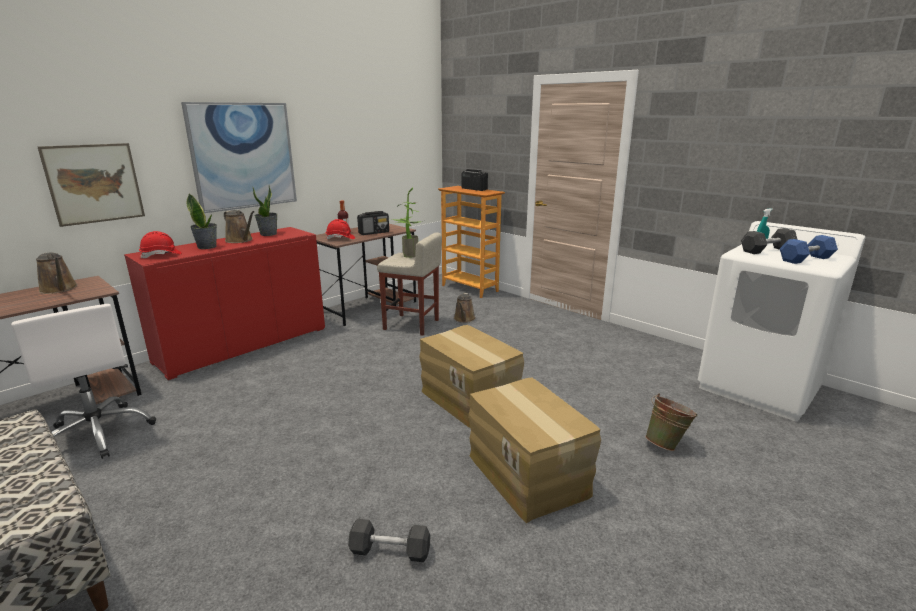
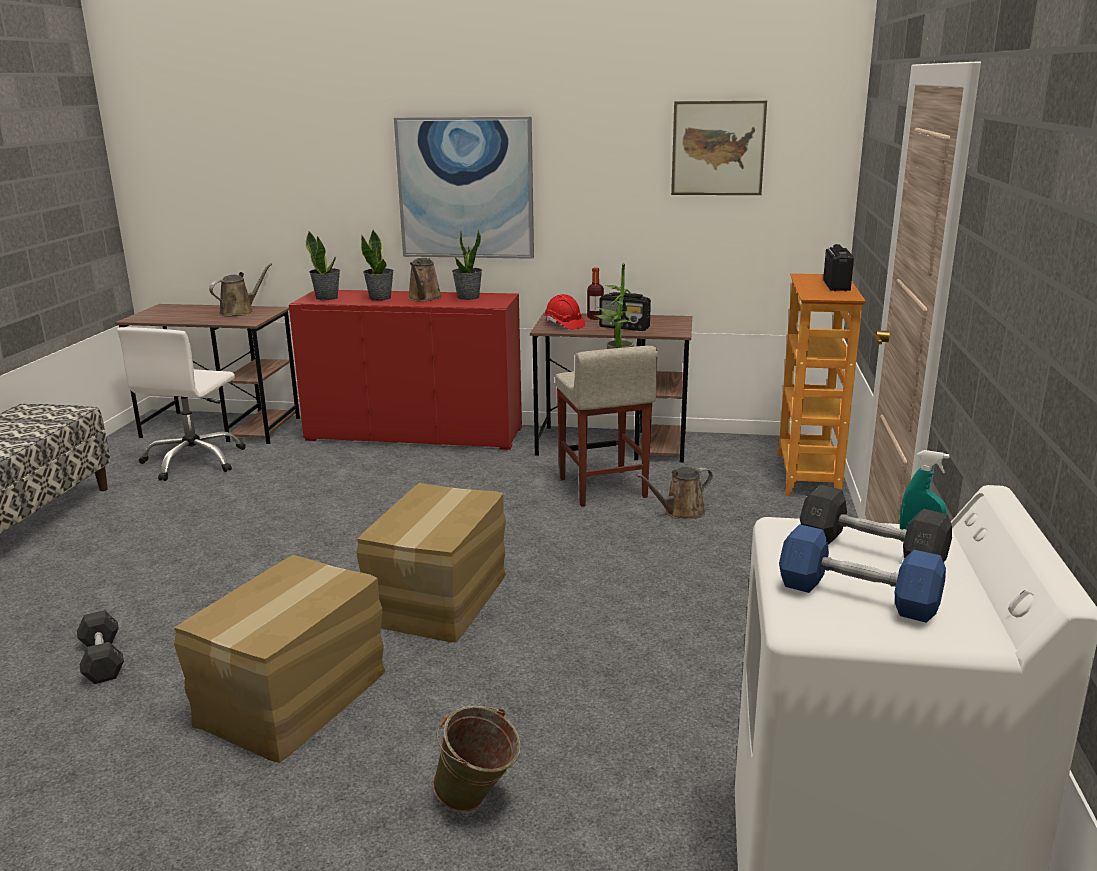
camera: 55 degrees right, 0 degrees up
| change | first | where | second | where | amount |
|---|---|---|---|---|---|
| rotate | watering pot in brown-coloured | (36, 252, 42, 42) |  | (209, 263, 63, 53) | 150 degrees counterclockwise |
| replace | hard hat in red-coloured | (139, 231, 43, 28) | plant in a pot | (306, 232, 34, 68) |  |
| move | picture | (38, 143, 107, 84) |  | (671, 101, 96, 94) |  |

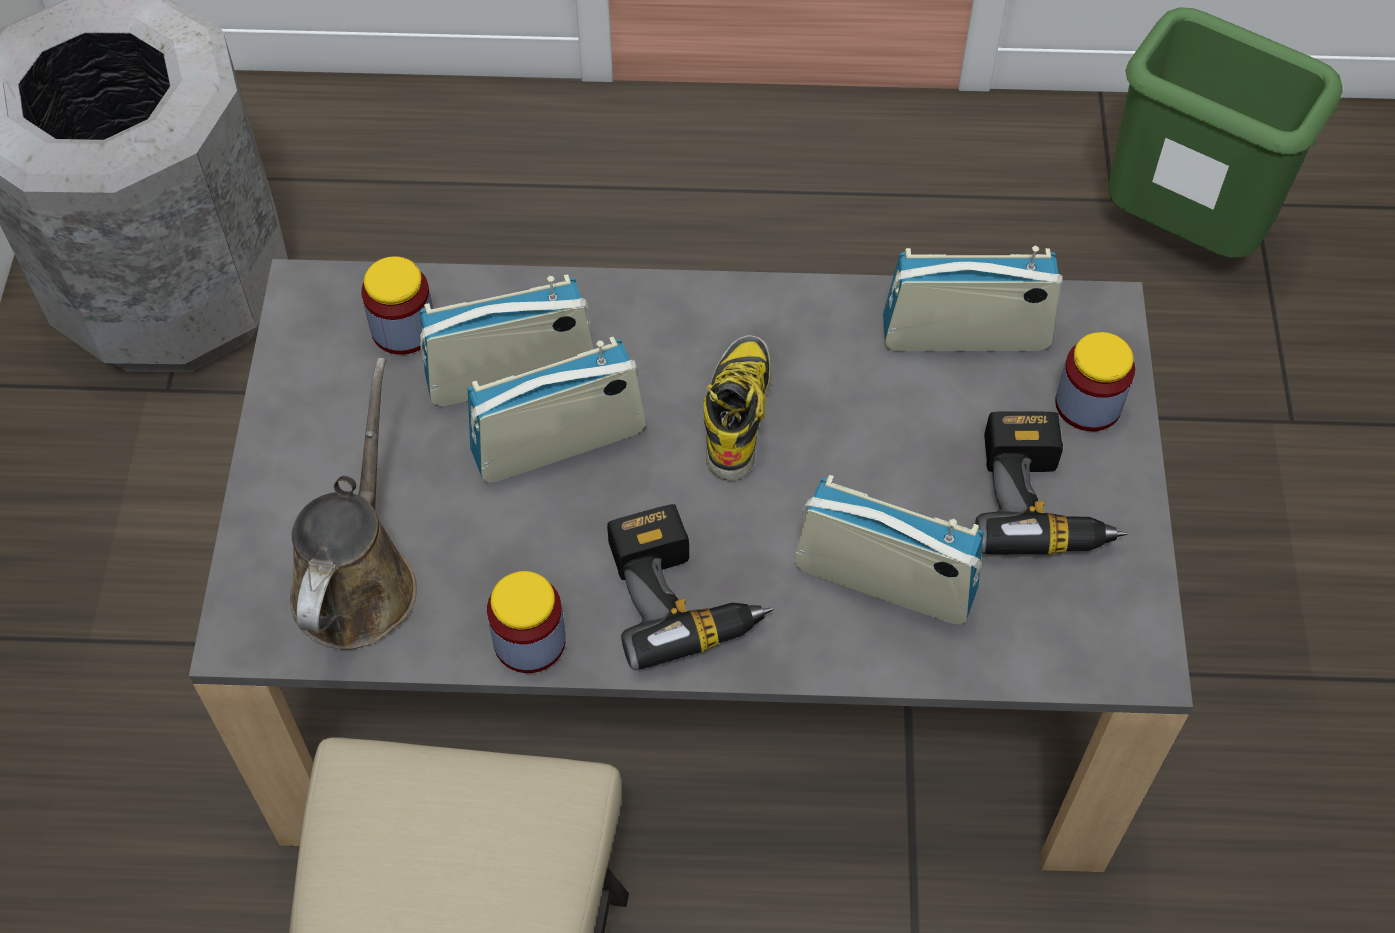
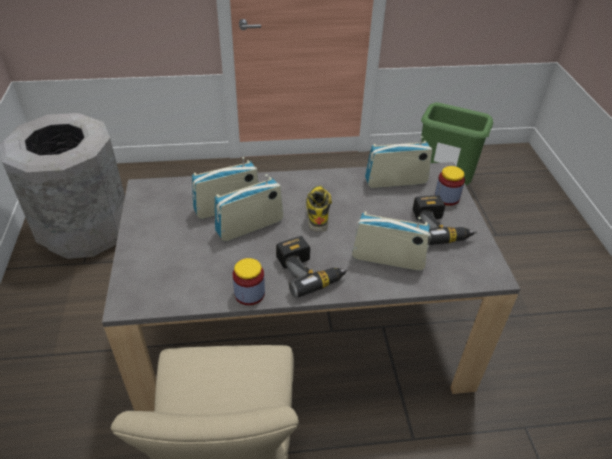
camera: 10 degrees left, 15 degrees down
| change | first | where | second | where | amount |
|---|---|---|---|---|---|
| delete | watering pot in brown-coloured | (290, 358, 127, 292) |  |  |  |
| delete | storage jar | (361, 256, 72, 99) |  |  |  |

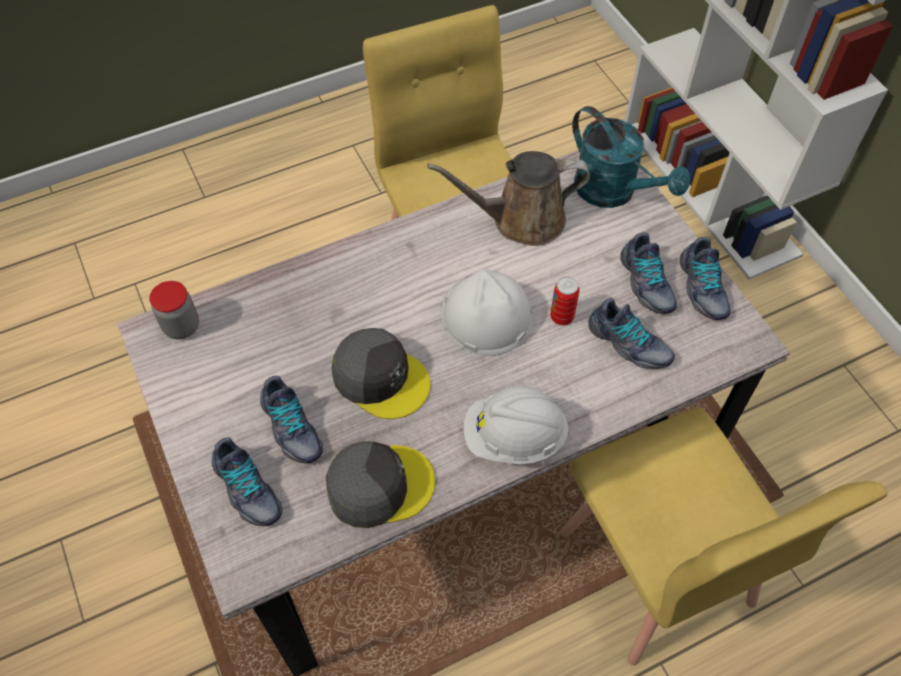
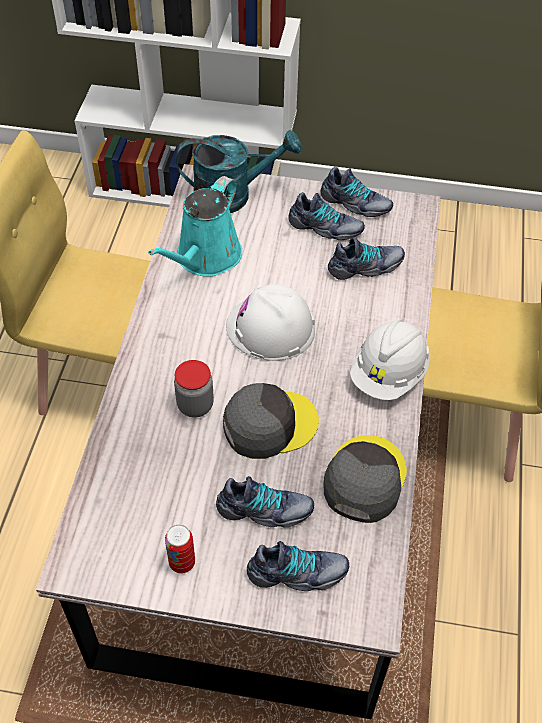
camera: 55 degrees left, 5 degrees down
| change | first | where | second | where | amount |
|---|---|---|---|---|---|
| recolor | watering pot in brown-coloured | (427, 151, 163, 95) | watering pot in turquoise | (148, 176, 94, 101) |  |
| move | can | (550, 276, 30, 49) |  | (165, 524, 30, 49) |  |
| move | storage jar | (149, 281, 50, 58) |  | (174, 360, 40, 57) |  |

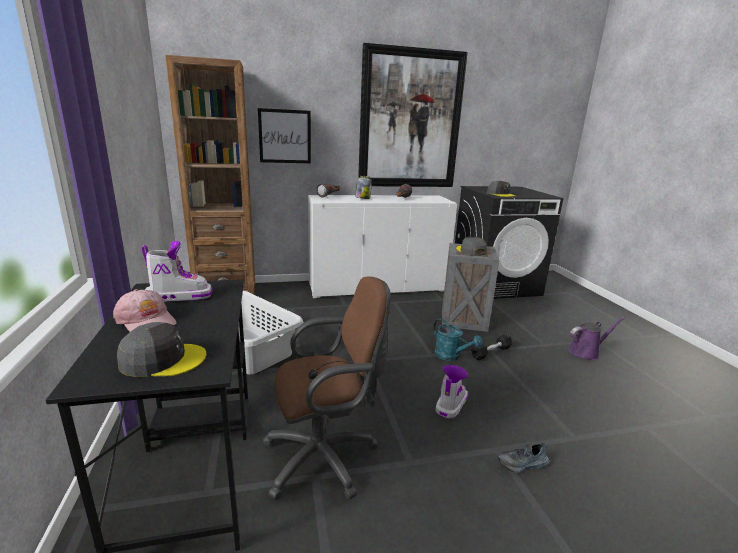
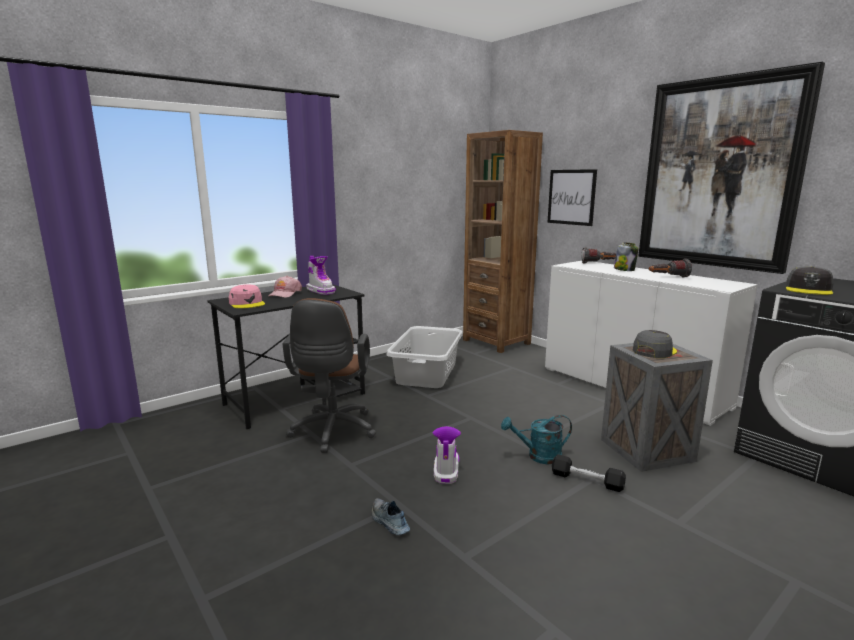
camera: 65 degrees right, 5 degrees down
| change | first | where | second | where | amount |
|---|---|---|---|---|---|
| recolor | baseball cap in greyish | (117, 322, 90, 55) | baseball cap in pink | (229, 284, 36, 24) |  |
| rotate | desk chair in brown-coloured | (262, 276, 129, 224) |  | (283, 298, 93, 155) | 45 degrees clockwise |
| rotate | tall boot | (435, 365, 33, 53) |  | (433, 426, 28, 58) | 90 degrees counterclockwise |
| rotate | watering pot in turquoise | (433, 318, 50, 43) |  | (501, 415, 71, 49) | 60 degrees clockwise |
| delete | watering pot in purplish | (568, 317, 57, 43) |  |  |  |

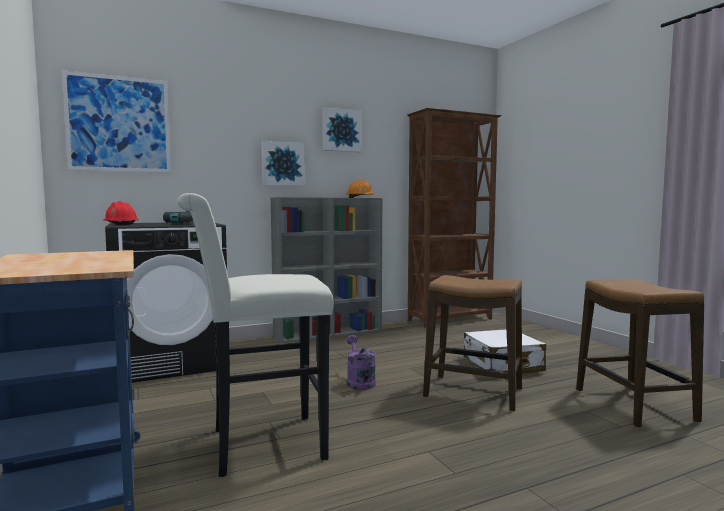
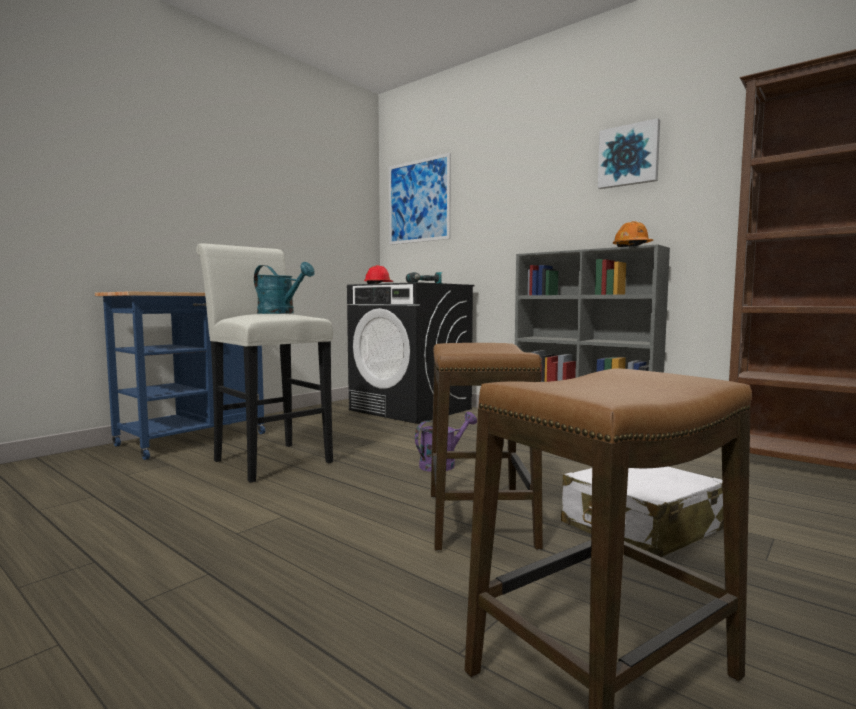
camera: 65 degrees right, 0 degrees up
| change | first | where | second | where | amount |
|---|---|---|---|---|---|
| insert |  |  | watering pot in turquoise | (254, 262, 61, 52) |  |
| delete | picture | (261, 141, 44, 45) |  |  |  |

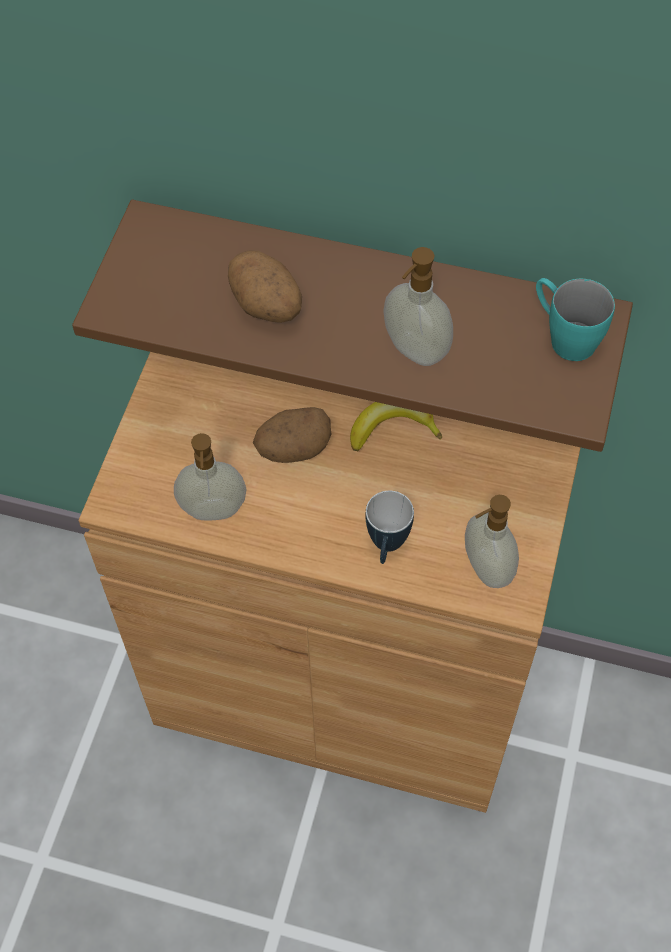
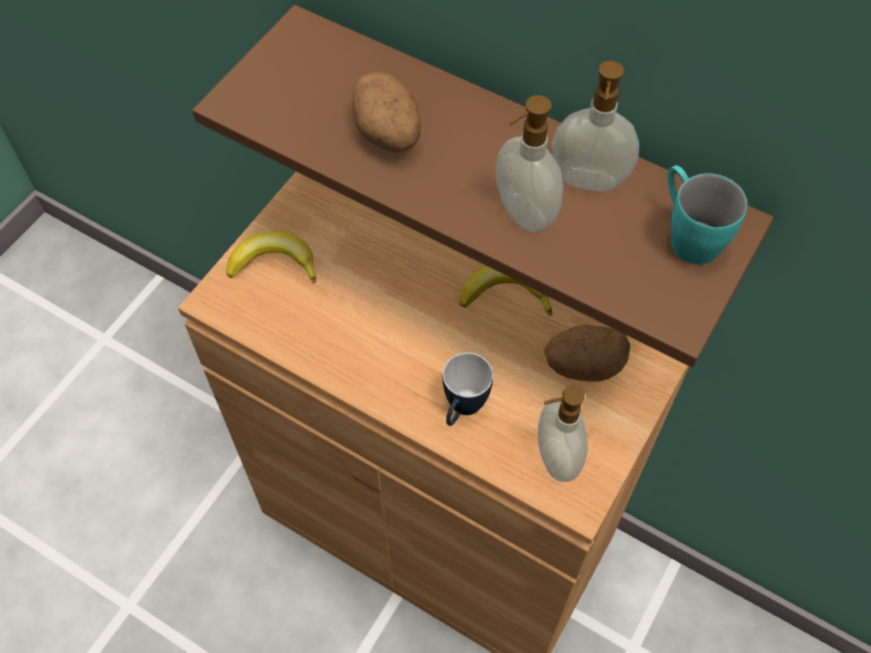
camera: 15 degrees right, 0 degrees up
| change | first | where | second | where | amount |
|---|---|---|---|---|---|
| insert |  |  | whole banana | (226, 231, 90, 52) |  |
| move | potato | (253, 407, 78, 56) |  | (544, 325, 86, 57) |  |
| move | liquid soap bottle | (174, 433, 72, 88) |  | (552, 61, 87, 131) |  |

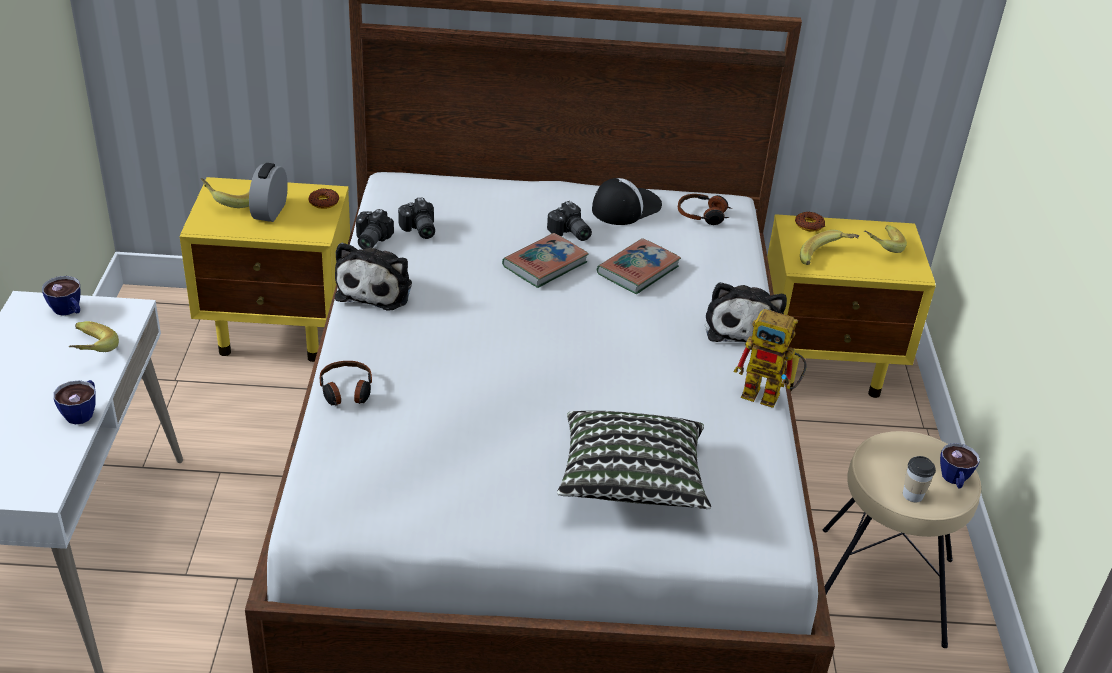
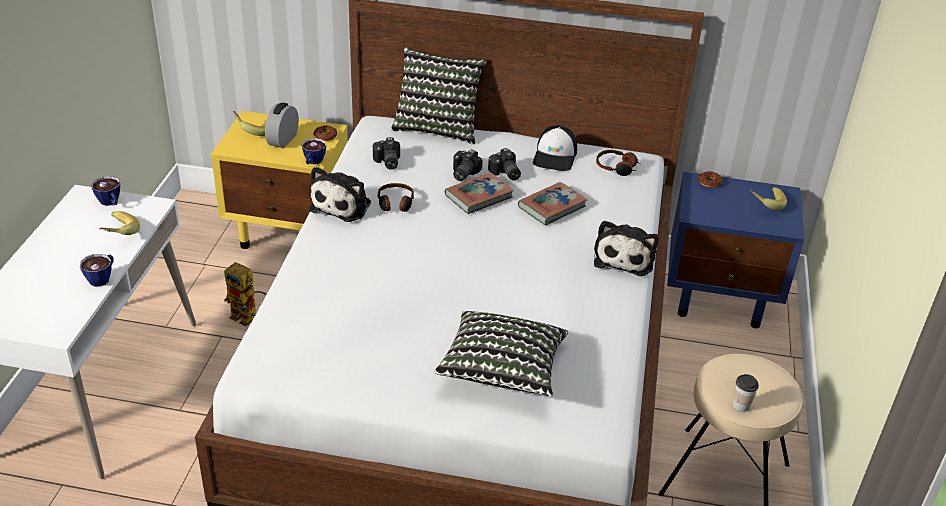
camera: 10 degrees right, 0 degrees up
| change | first | where | second | where | amount |
|---|---|---|---|---|---|
| move | model robot | (734, 309, 73, 99) |  | (224, 262, 43, 65) |  |
| move | drinking cup | (940, 443, 40, 46) |  | (302, 138, 24, 26) |  |
| move | pair of headphones | (320, 361, 52, 44) |  | (378, 183, 36, 29) |  |
| insert |  |  | throw pillow | (391, 47, 96, 98) |  |
| move | photo camera | (356, 209, 38, 40) |  | (453, 150, 30, 31) |  |
| rotate | baseball cap | (592, 178, 70, 47) |  | (533, 125, 44, 46) | 135 degrees clockwise |
| recolor | bedside table in yellowish | (767, 214, 169, 184) | bedside table in blue | (667, 172, 137, 156) |  |
| delete | whole banana | (800, 230, 59, 35) |  |  |  |

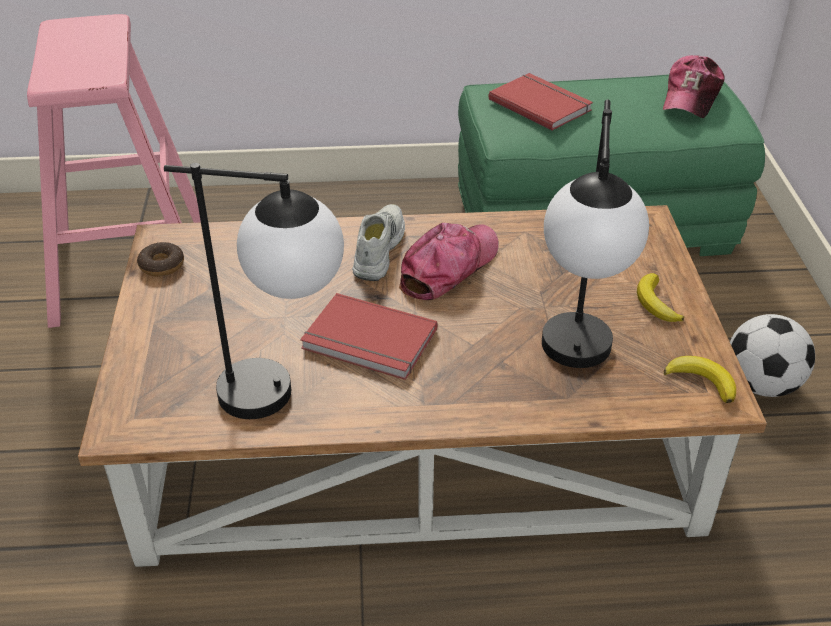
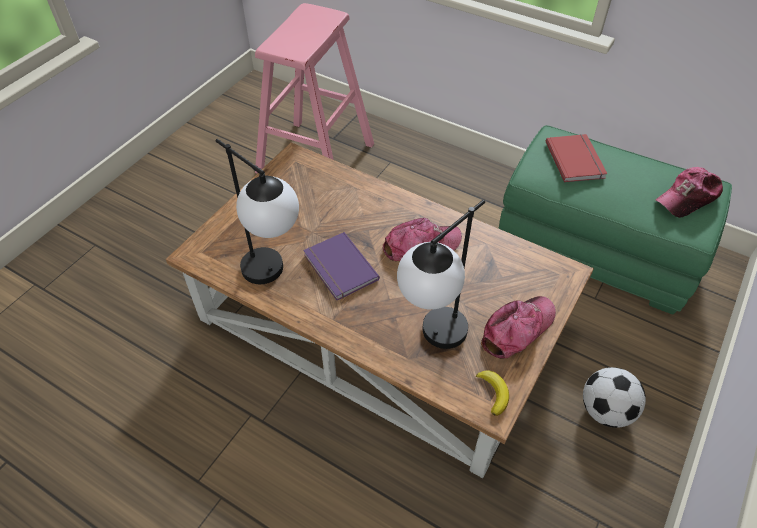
camera: 35 degrees right, 10 degrees up
| change | first | where | second | where | amount |
|---|---|---|---|---|---|
| recolor | bound book in red-coloured | (300, 293, 138, 87) | bound book in purplish | (303, 232, 77, 68) |  |
| replace | whole banana | (637, 273, 47, 49) | baseball cap | (481, 296, 75, 63) |  |
| delete | doughnut | (137, 242, 47, 35) |  |  |  |
| delete | item of footwear in white-coloured | (352, 204, 53, 77) |  |  |  |

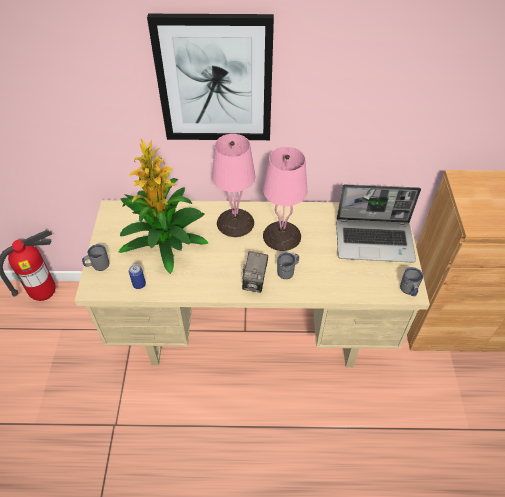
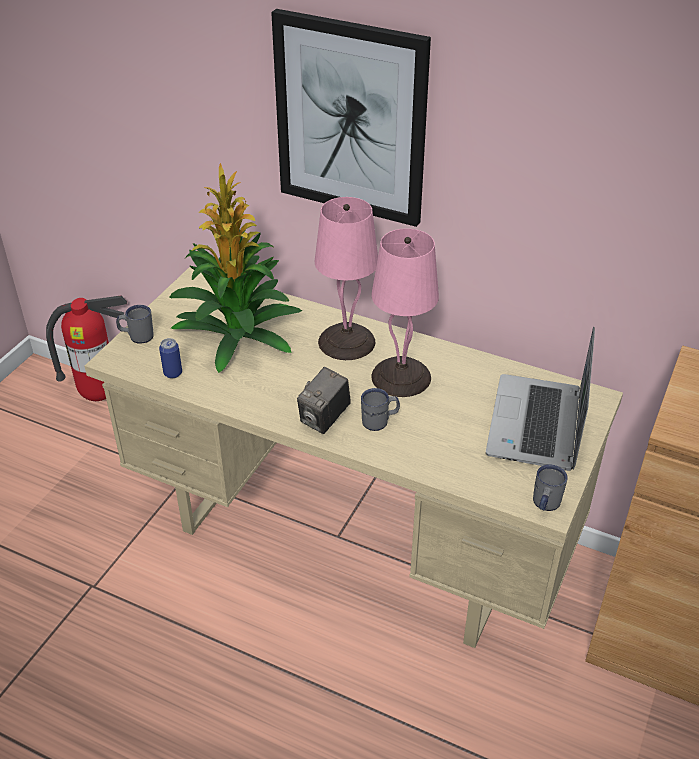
camera: 25 degrees right, 10 degrees down
| change | first | where | second | where | amount |
|---|---|---|---|---|---|
| rotate | portable computer | (336, 184, 85, 79) |  | (486, 327, 109, 144) | 75 degrees clockwise |

